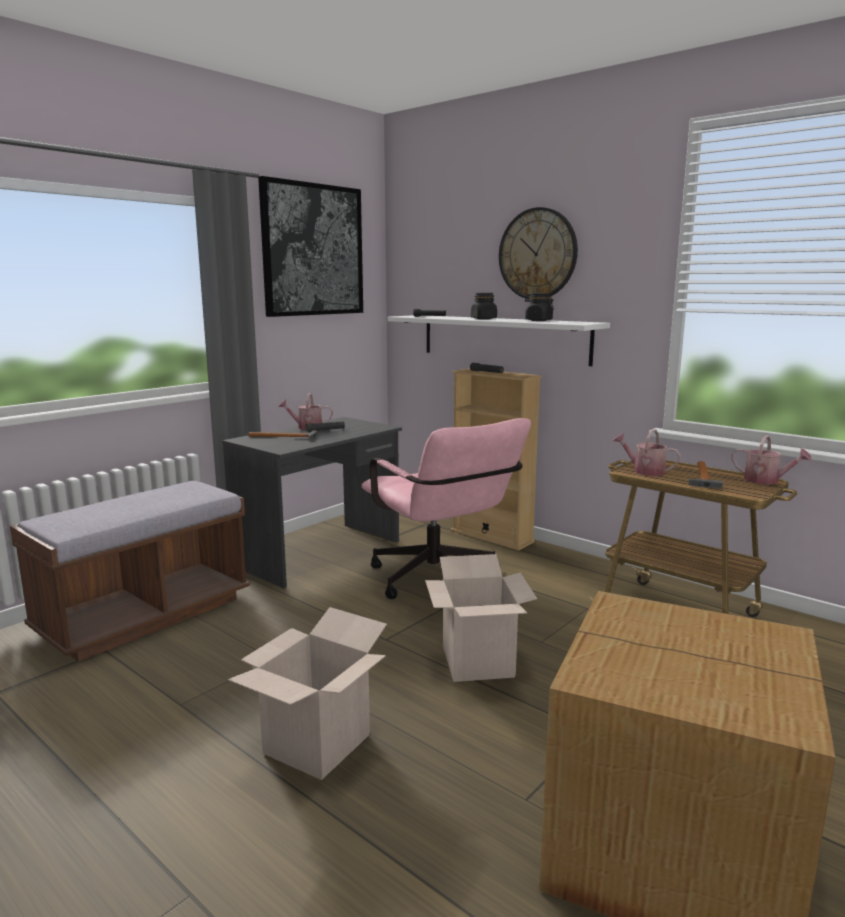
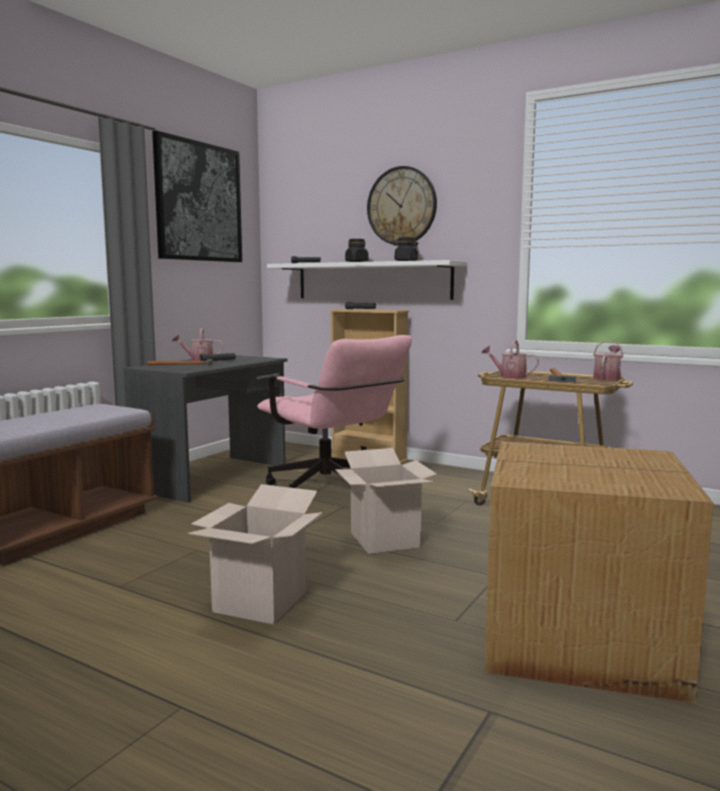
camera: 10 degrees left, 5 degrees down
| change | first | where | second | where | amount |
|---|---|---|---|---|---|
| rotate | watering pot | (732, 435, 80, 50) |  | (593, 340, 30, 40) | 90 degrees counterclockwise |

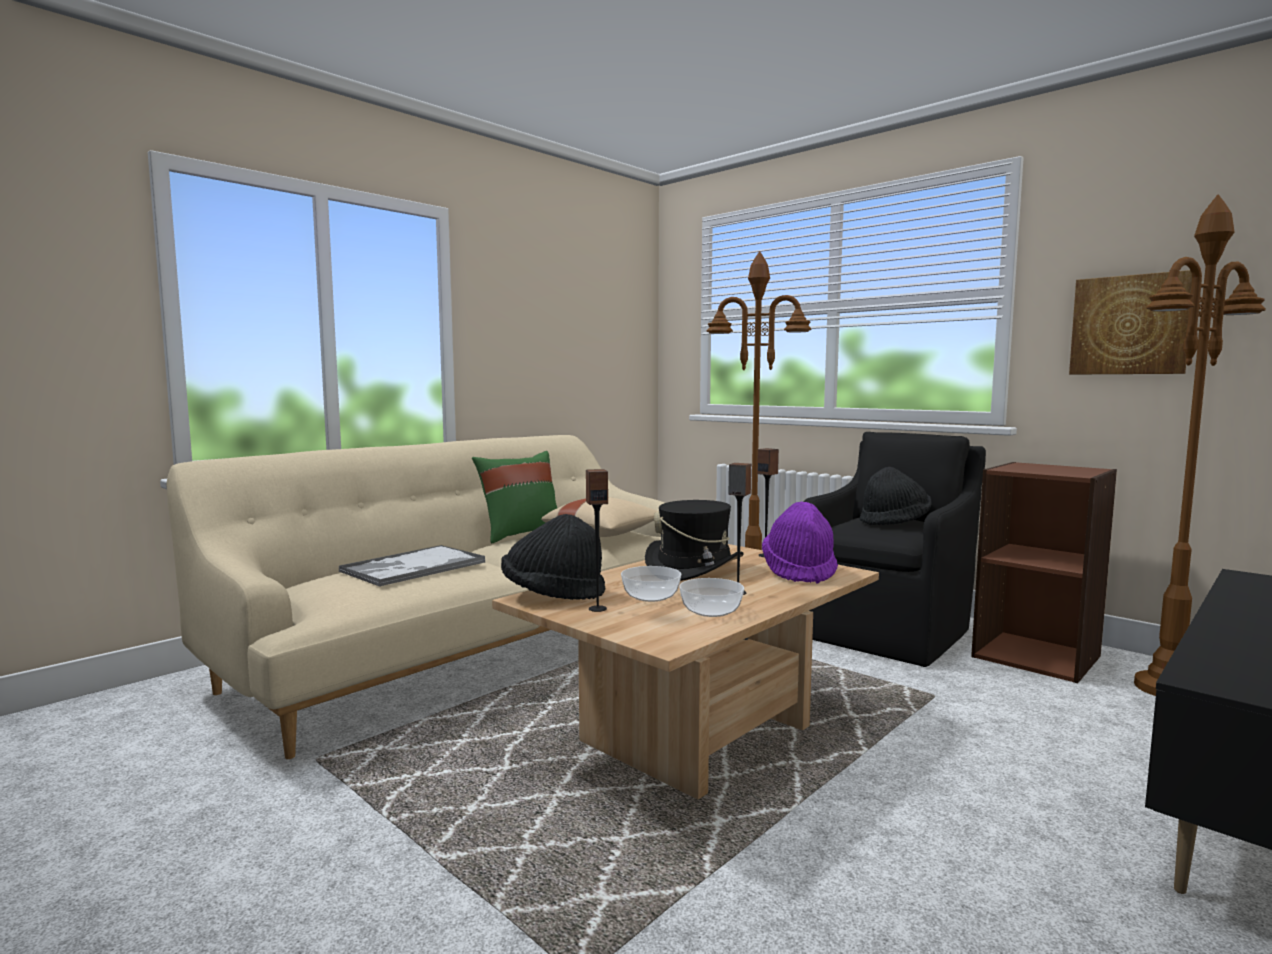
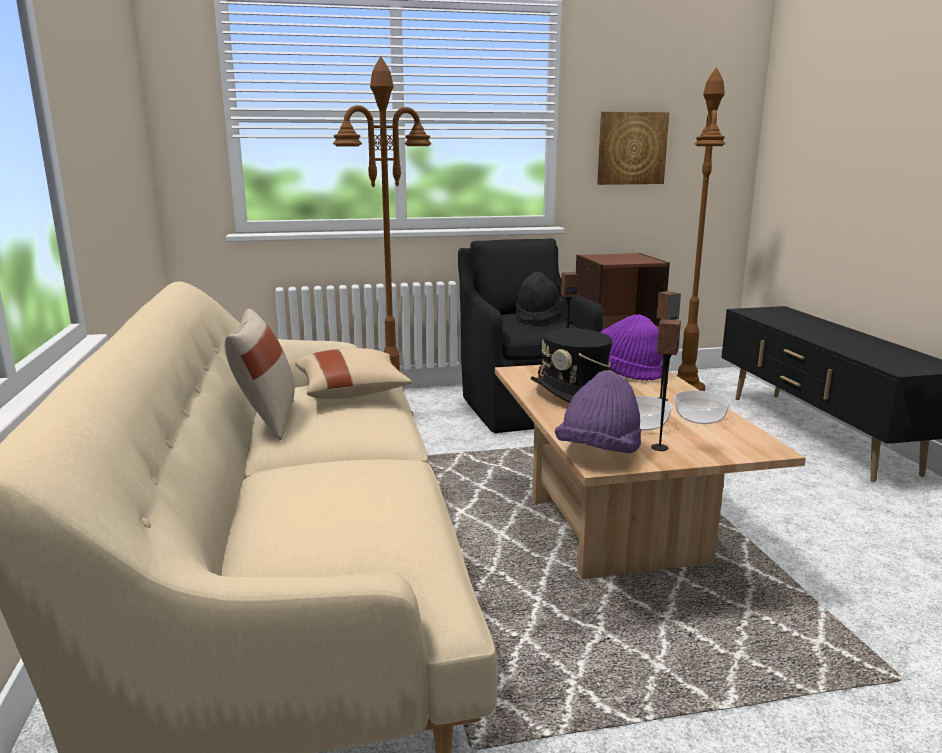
camera: 55 degrees left, 10 degrees up
| change | first | where | second | where | amount |
|---|---|---|---|---|---|
| recolor | throw pillow in green | (472, 451, 85, 92) | throw pillow in beige | (224, 308, 71, 132) |  |
| recolor | wearable hat in black | (501, 514, 105, 86) | wearable hat in purplish | (555, 370, 86, 83) |  |
| delete | serving tray | (339, 545, 146, 42) |  |  |  |

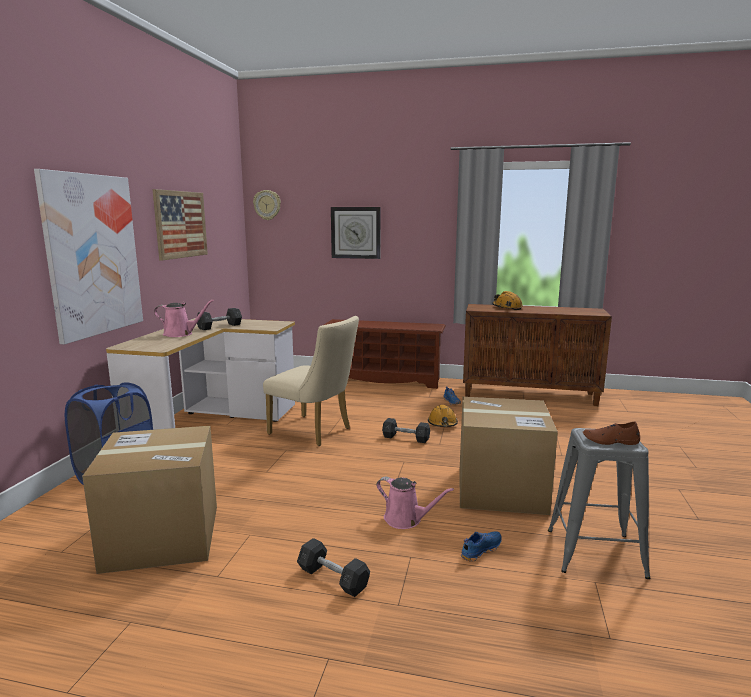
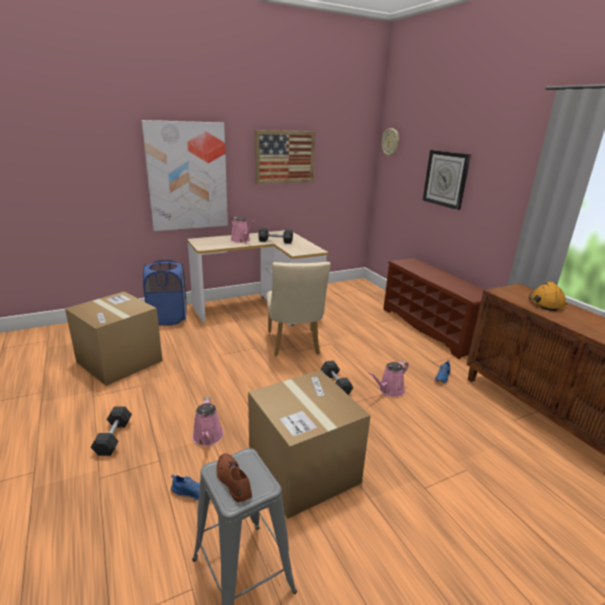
camera: 50 degrees right, 10 degrees up
| change | first | where | second | where | amount |
|---|---|---|---|---|---|
| replace | hard hat in orange | (428, 405, 30, 22) | watering pot in pink | (369, 361, 39, 36) |  |

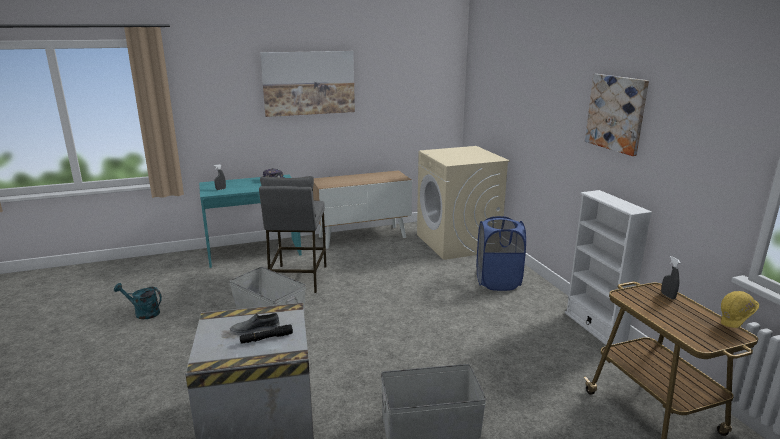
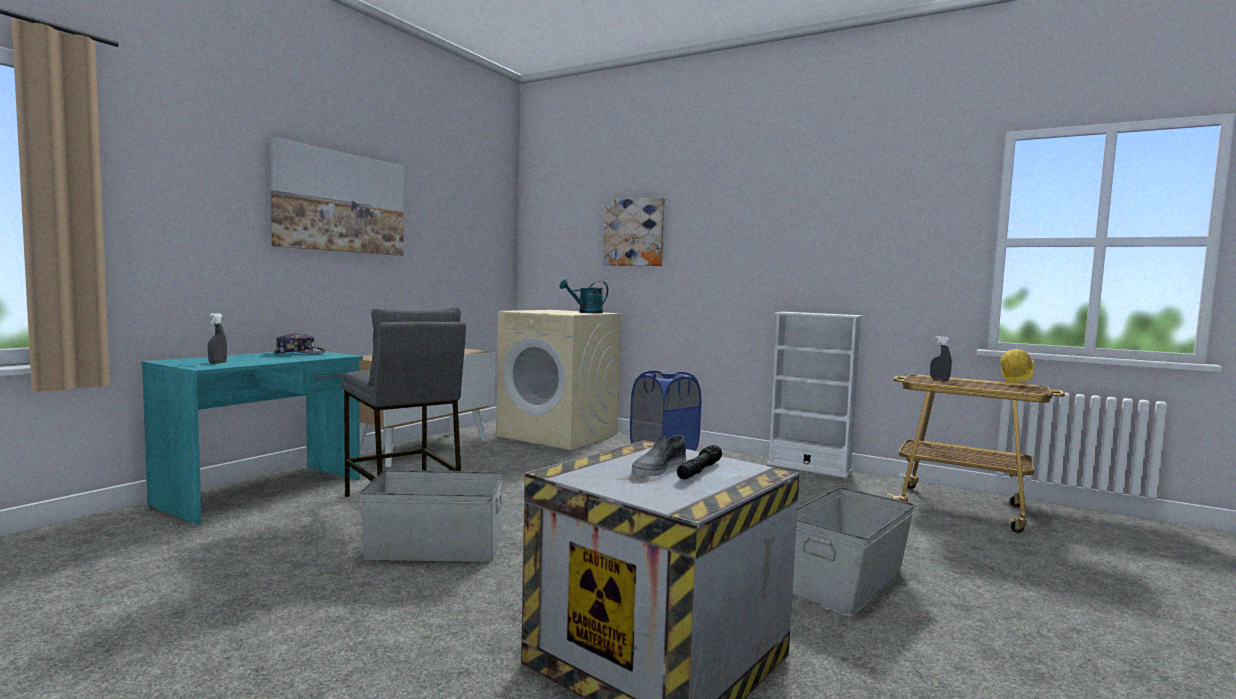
camera: 40 degrees left, 15 degrees down
| change | first | where | second | where | amount |
|---|---|---|---|---|---|
| move | watering pot in turquoise | (114, 283, 48, 36) |  | (559, 279, 49, 34) |  |
| move | picture | (585, 74, 64, 82) |  | (603, 197, 62, 69) |  |

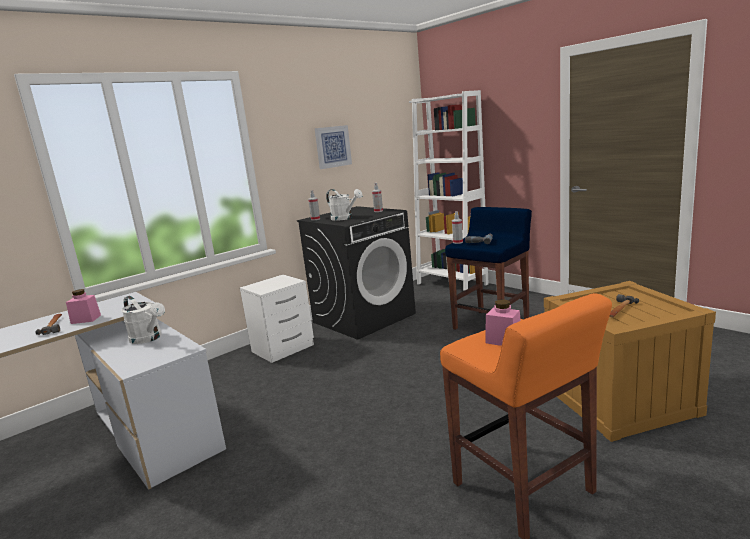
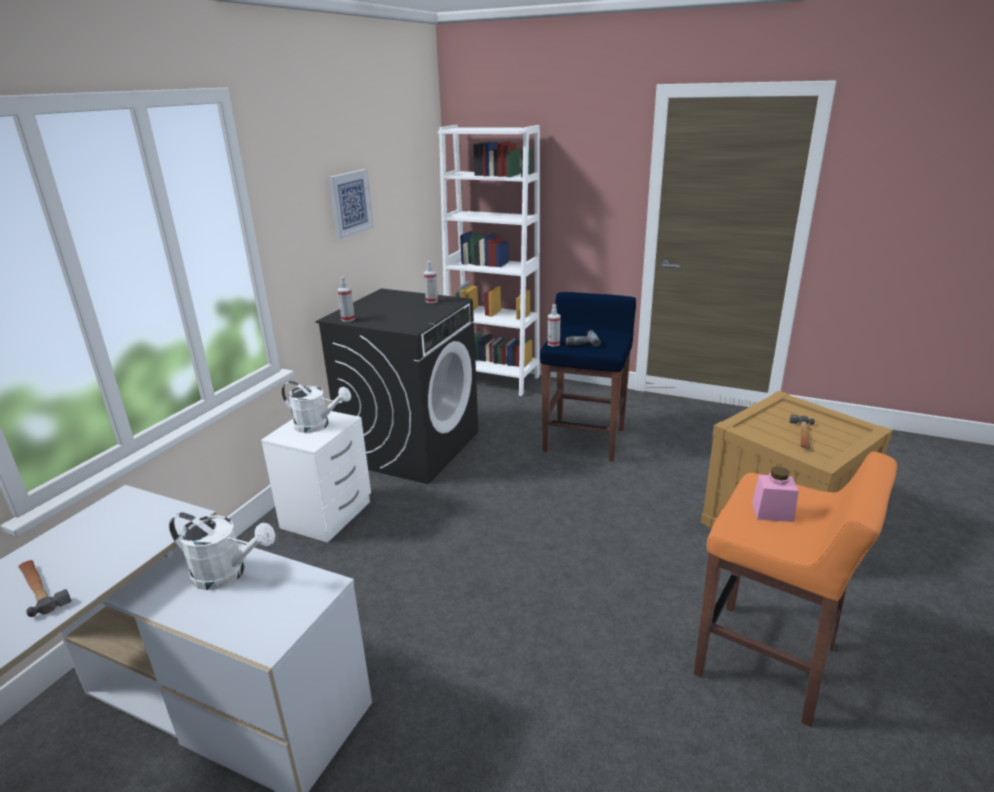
camera: 25 degrees left, 10 degrees up
| change | first | where | second | where | amount |
|---|---|---|---|---|---|
| move | watering pot in white-coloured | (326, 189, 37, 32) |  | (281, 381, 70, 52) |  |
| delete | storage jar in pink | (66, 289, 35, 35) |  |  |  |

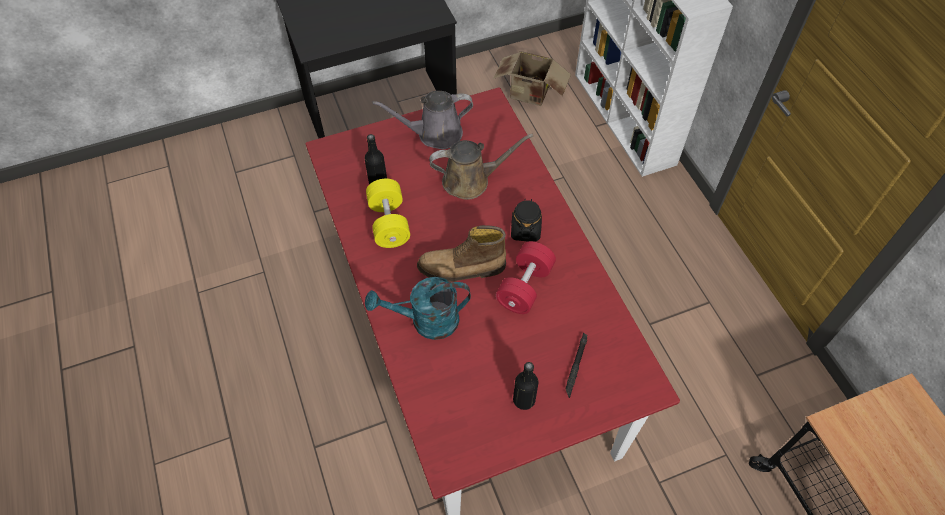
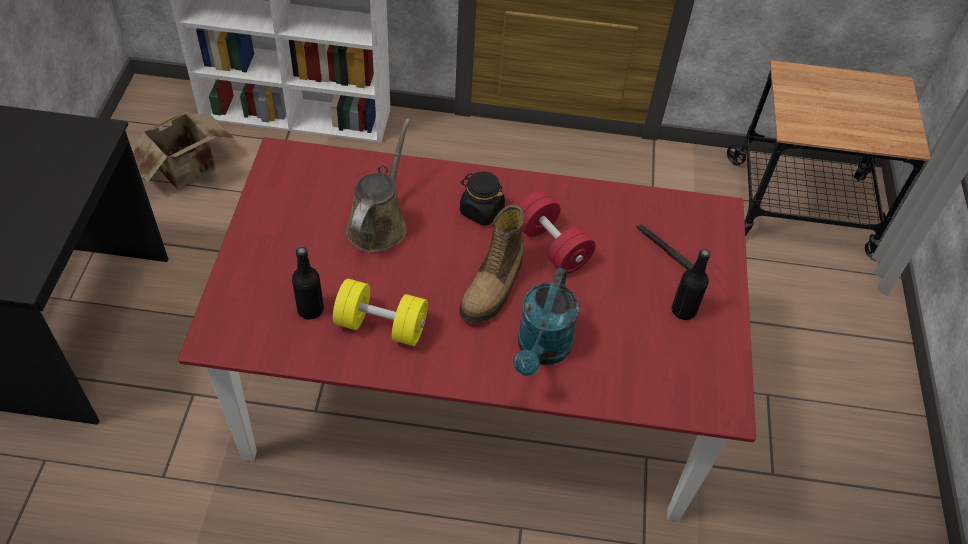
camera: 65 degrees left, 5 degrees down
| change | first | where | second | where | amount |
|---|---|---|---|---|---|
| delete | watering pot in greyish | (372, 91, 101, 58) |  |  |  |

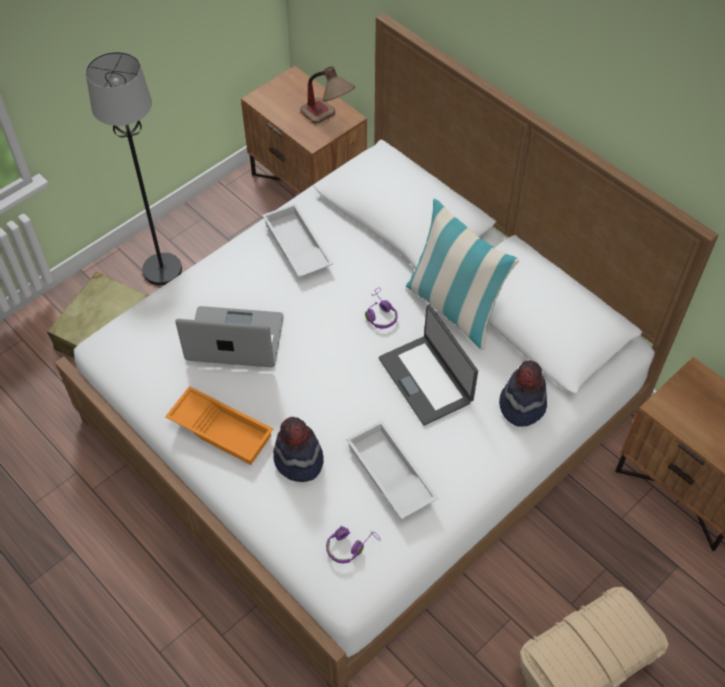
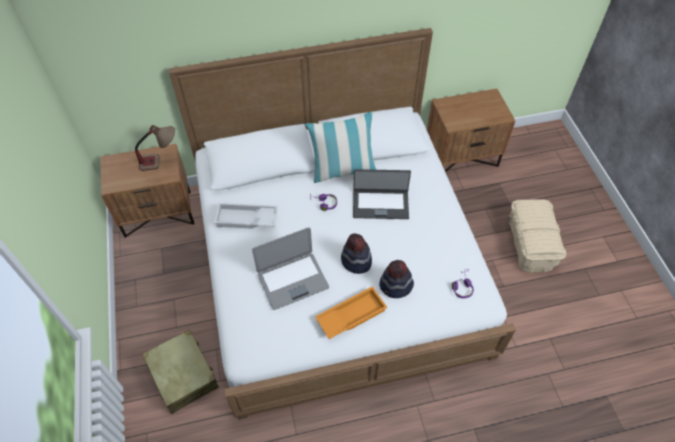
camera: 60 degrees left, 0 degrees up
| change | first | where | second | where | amount |
|---|---|---|---|---|---|
| rotate | portable computer | (176, 306, 108, 61) |  | (252, 227, 77, 83) | 150 degrees counterclockwise |
| move | wearable hat | (499, 360, 48, 67) |  | (341, 233, 31, 41) |  |
| delete | standard lamp in black | (86, 52, 96, 233) |  |  |  |
| delete | serving tray in white-coloured | (346, 420, 93, 100) |  |  |  |

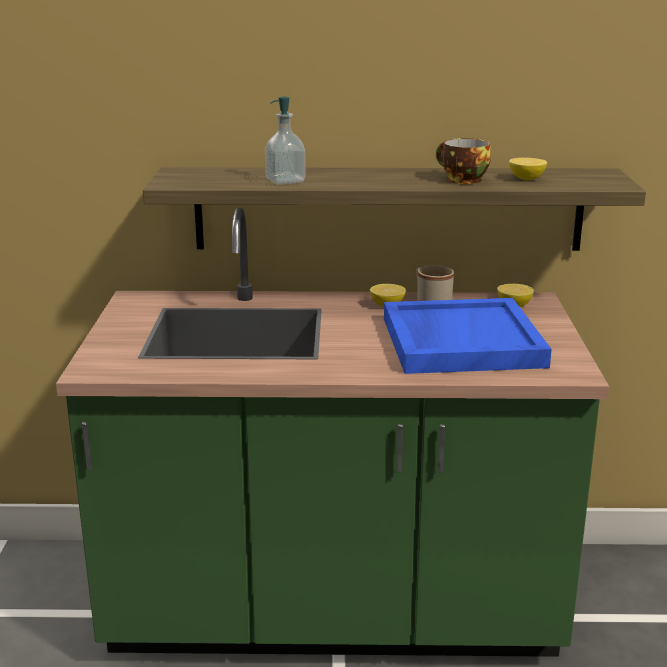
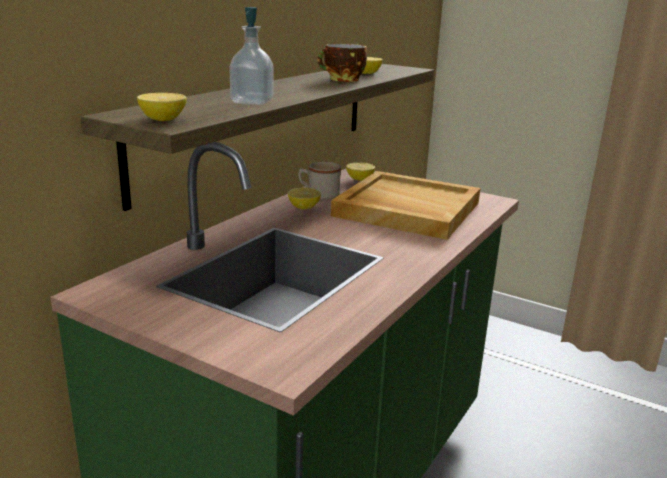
camera: 60 degrees left, 0 degrees up
| change | first | where | second | where | amount |
|---|---|---|---|---|---|
| insert |  |  | lemon | (137, 93, 50, 28) |  |
| recolor | serving tray in blue | (384, 298, 168, 76) | serving tray in beige | (331, 171, 149, 69) |  |

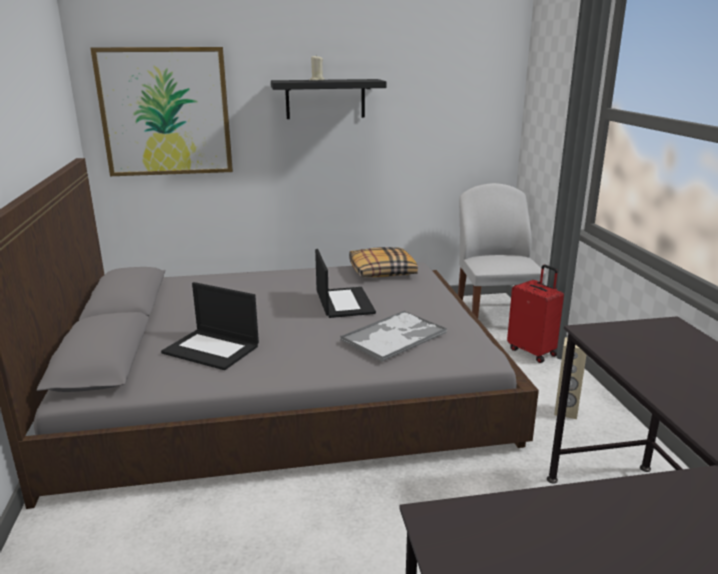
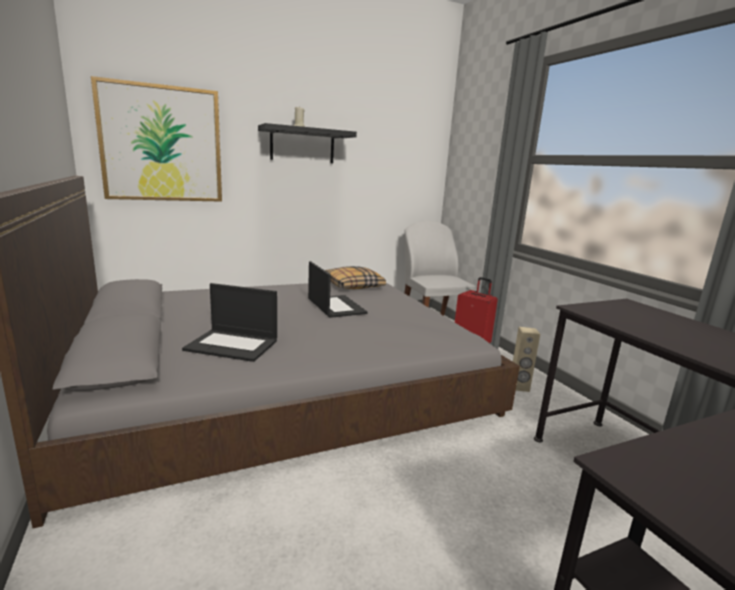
camera: 15 degrees left, 5 degrees down
| change | first | where | second | where | amount |
|---|---|---|---|---|---|
| delete | serving tray | (340, 311, 107, 51) |  |  |  |

